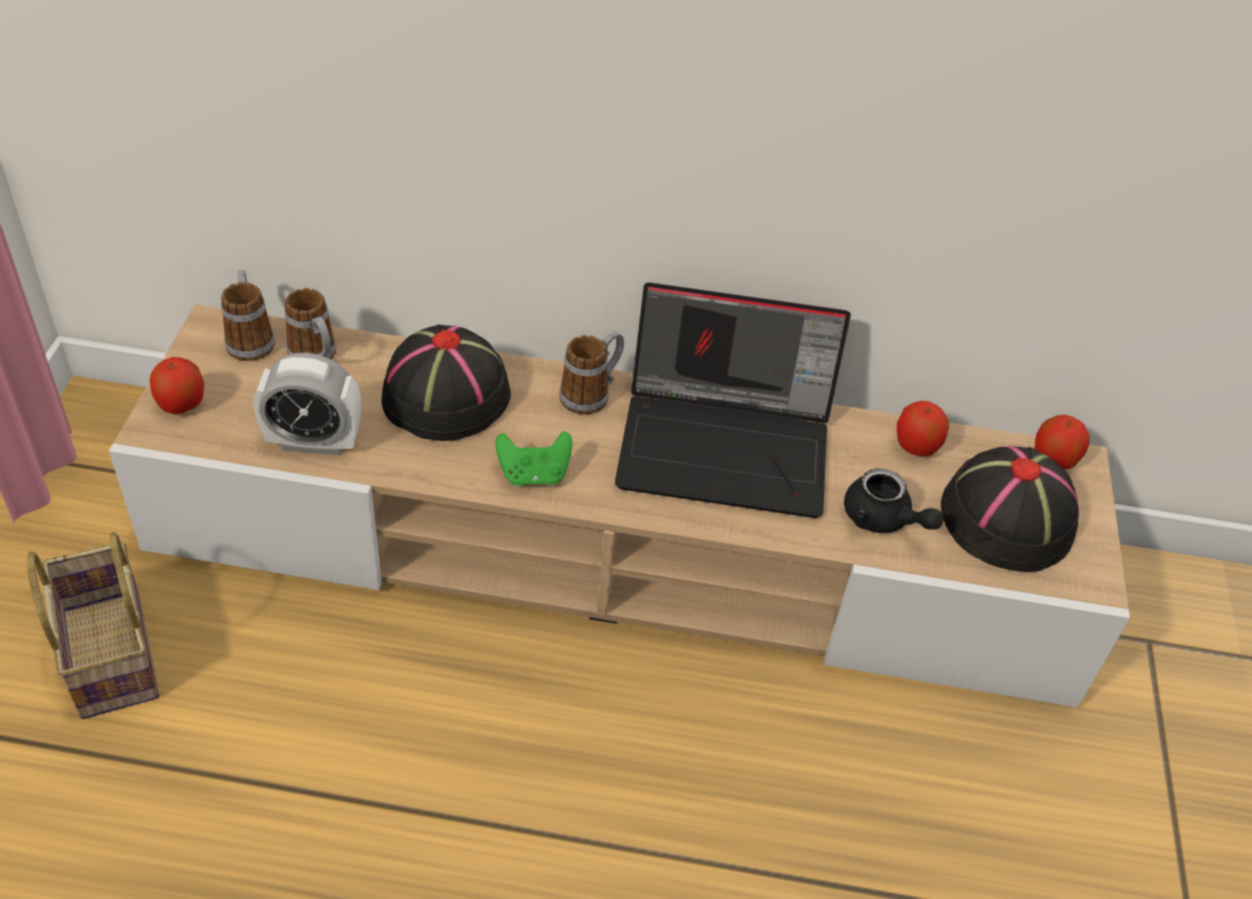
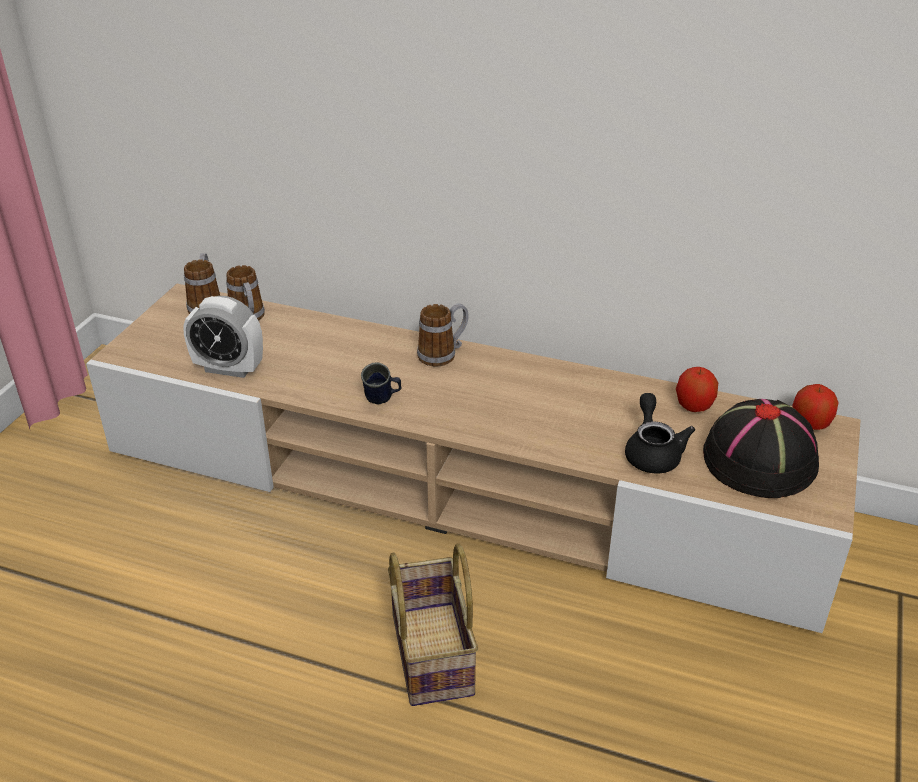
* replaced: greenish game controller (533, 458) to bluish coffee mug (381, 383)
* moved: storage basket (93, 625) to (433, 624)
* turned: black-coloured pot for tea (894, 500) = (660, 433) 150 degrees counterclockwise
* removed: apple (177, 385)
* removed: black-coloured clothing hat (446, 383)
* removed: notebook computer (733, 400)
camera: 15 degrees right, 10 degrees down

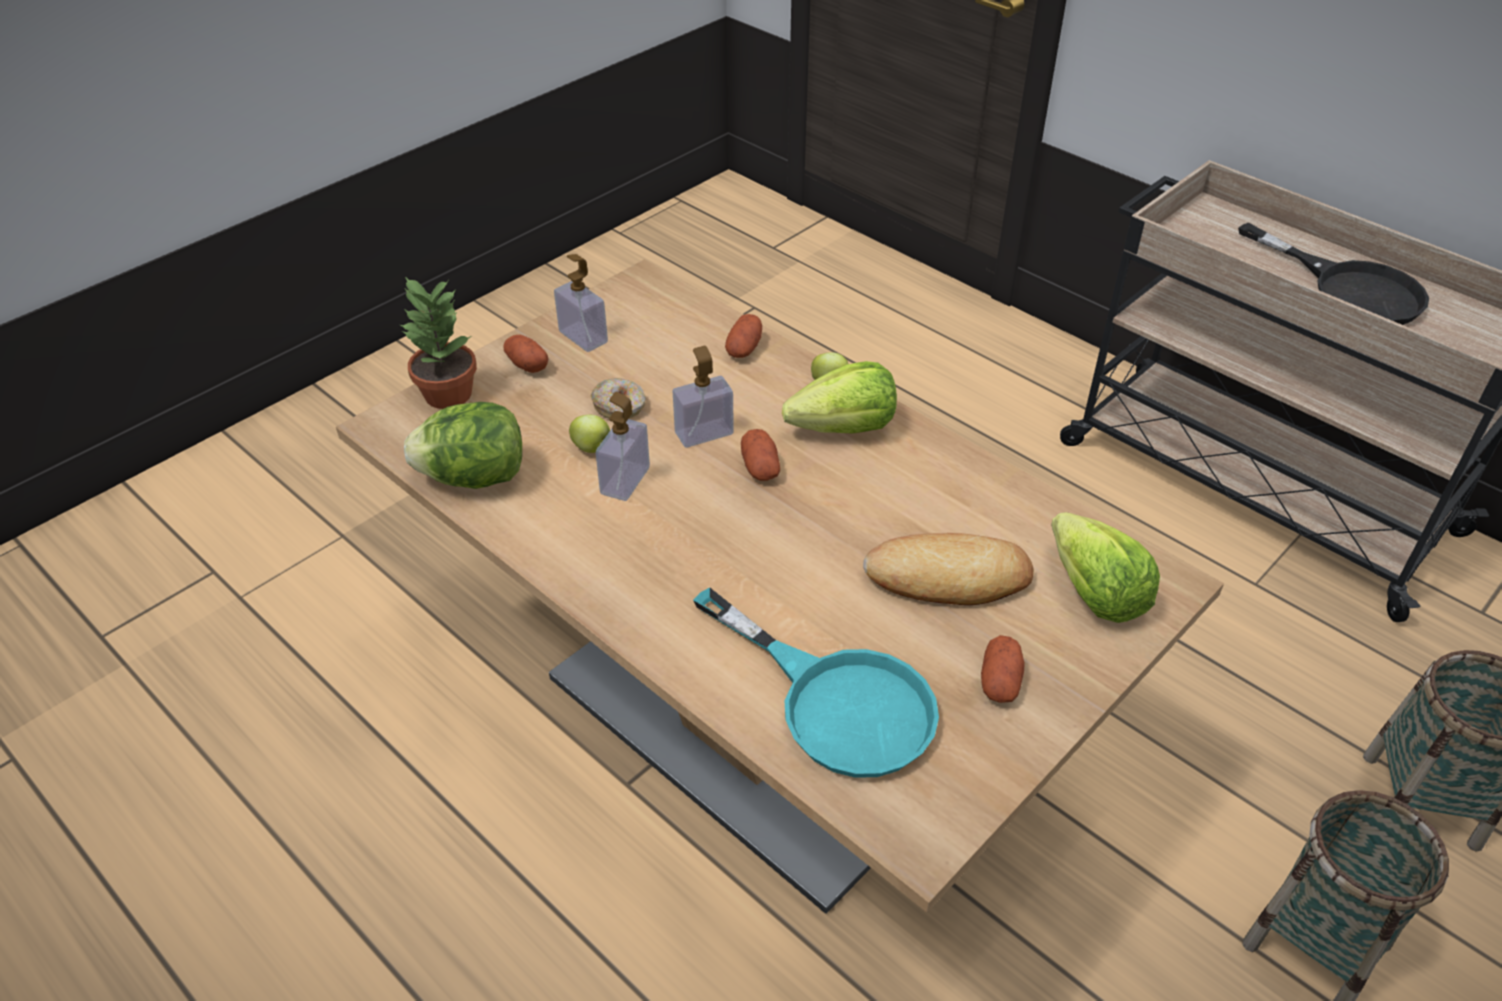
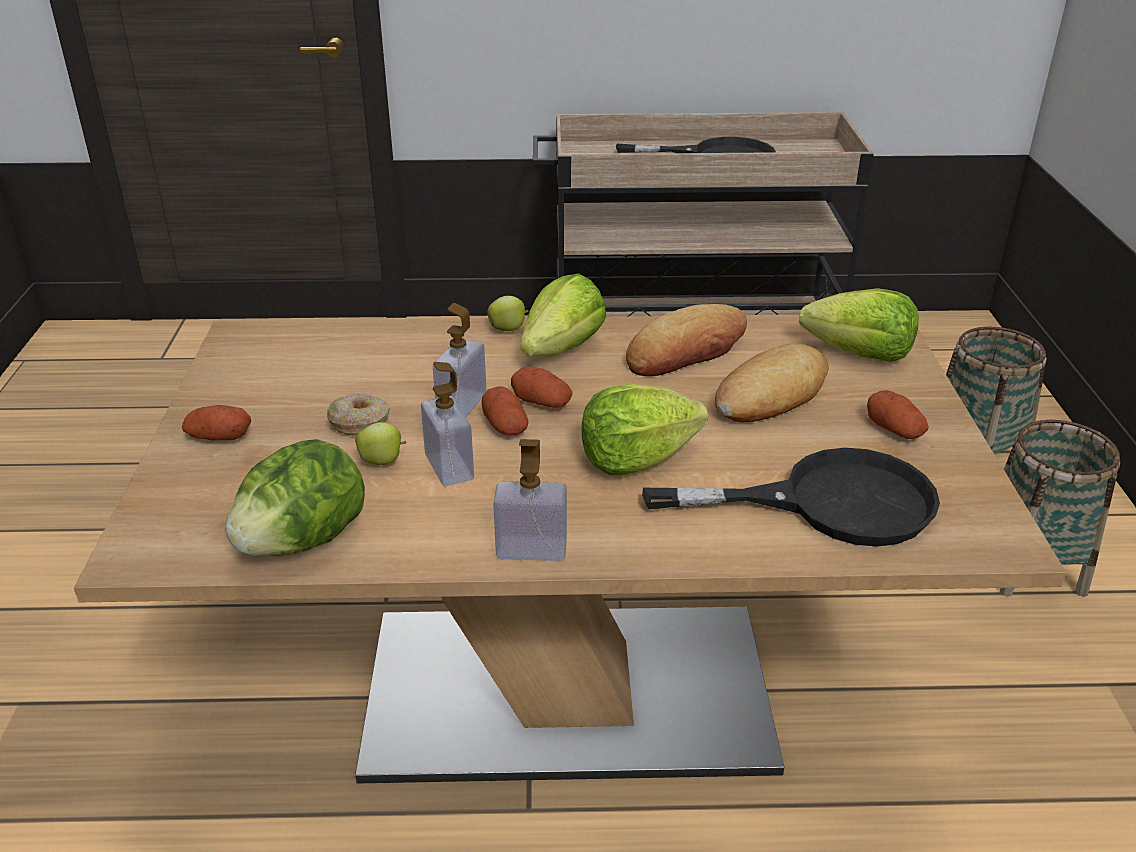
* moved: spud (743, 336) to (504, 411)
* moved: liquid soap bottle (581, 303) to (530, 500)
* added: lettuce (644, 429)
* added: bread (686, 340)
* recoloured: turquoise frying pan (816, 682) to black-coloured frying pan (791, 497)
* removed: potted plant (438, 343)
camera: 45 degrees left, 10 degrees down

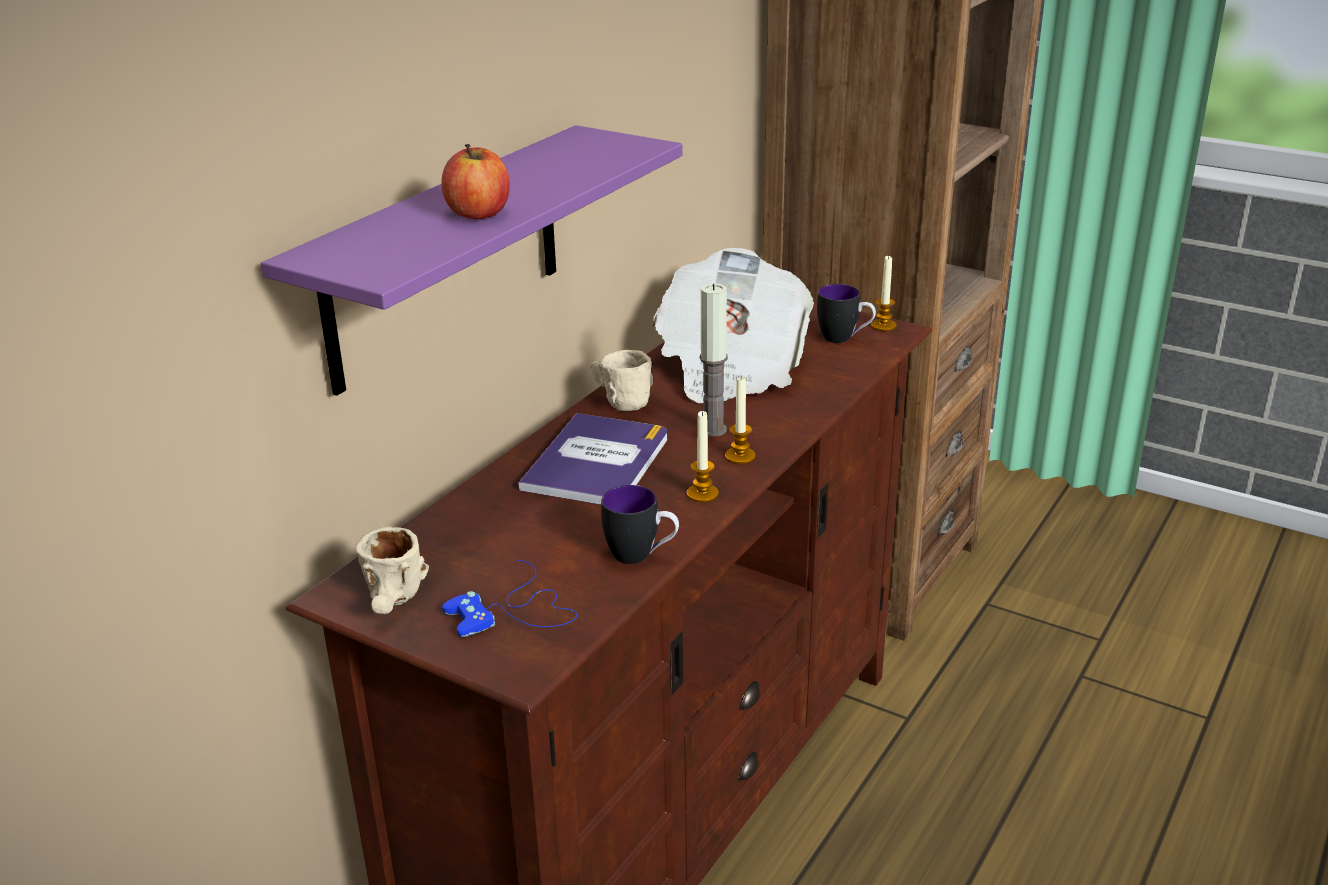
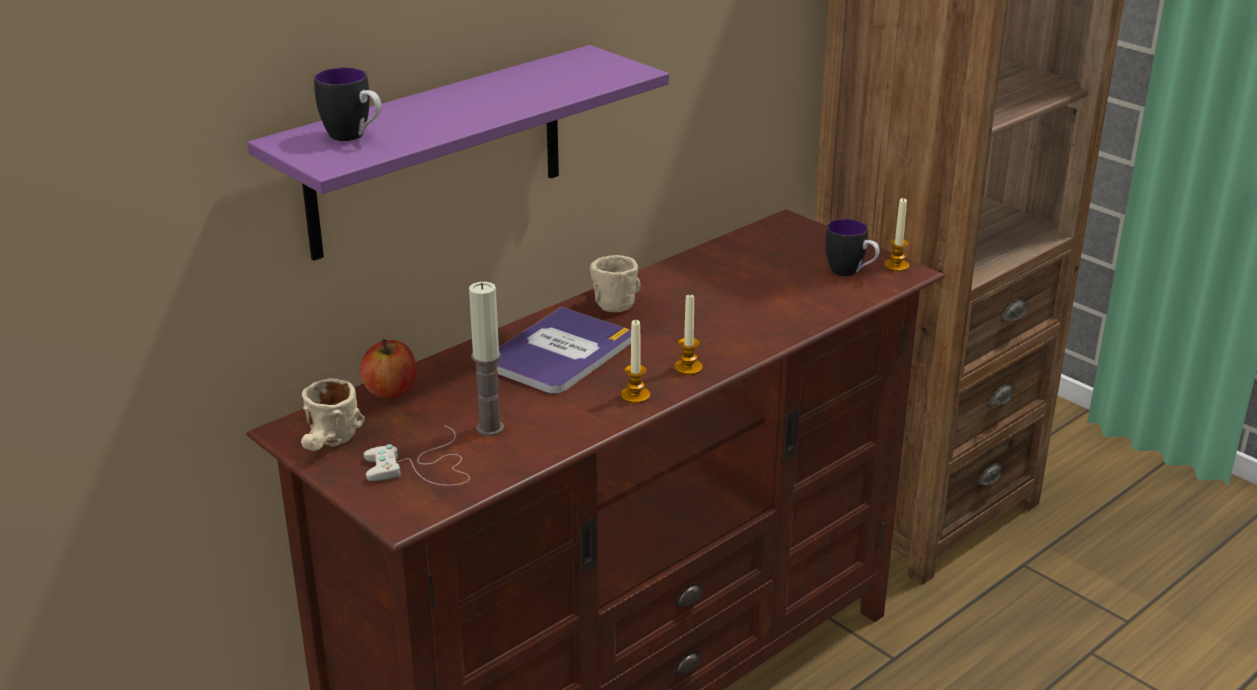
* moved: coffee mug (640, 524) to (348, 104)
* moved: apple (475, 181) to (388, 368)
* recoloured: bluish game controller (509, 598) to white game controller (416, 455)
* moved: candle (713, 360) to (486, 359)
* removed: daily paper (733, 325)
camera: 15 degrees right, 0 degrees up

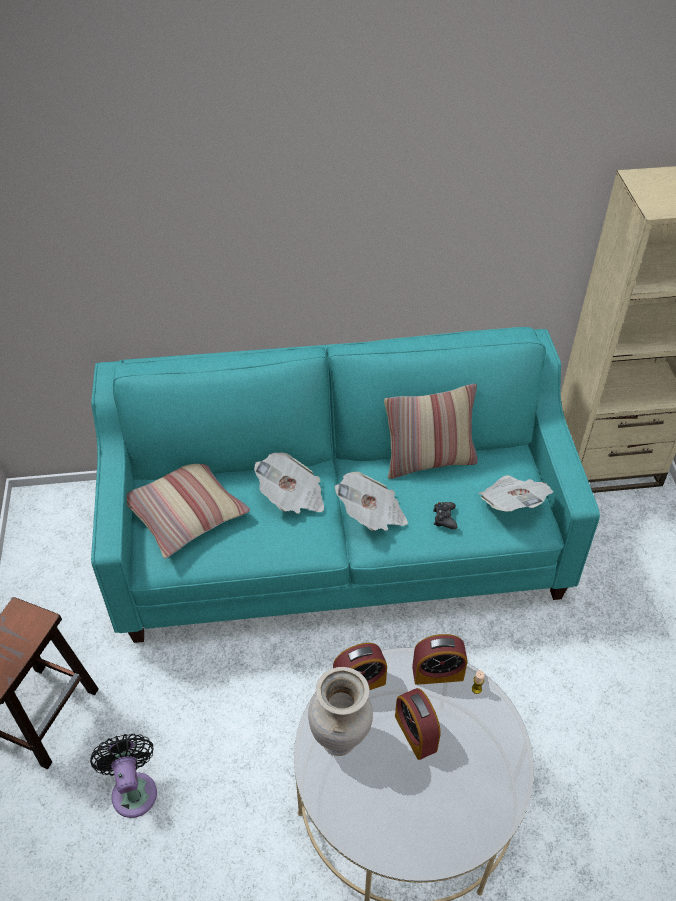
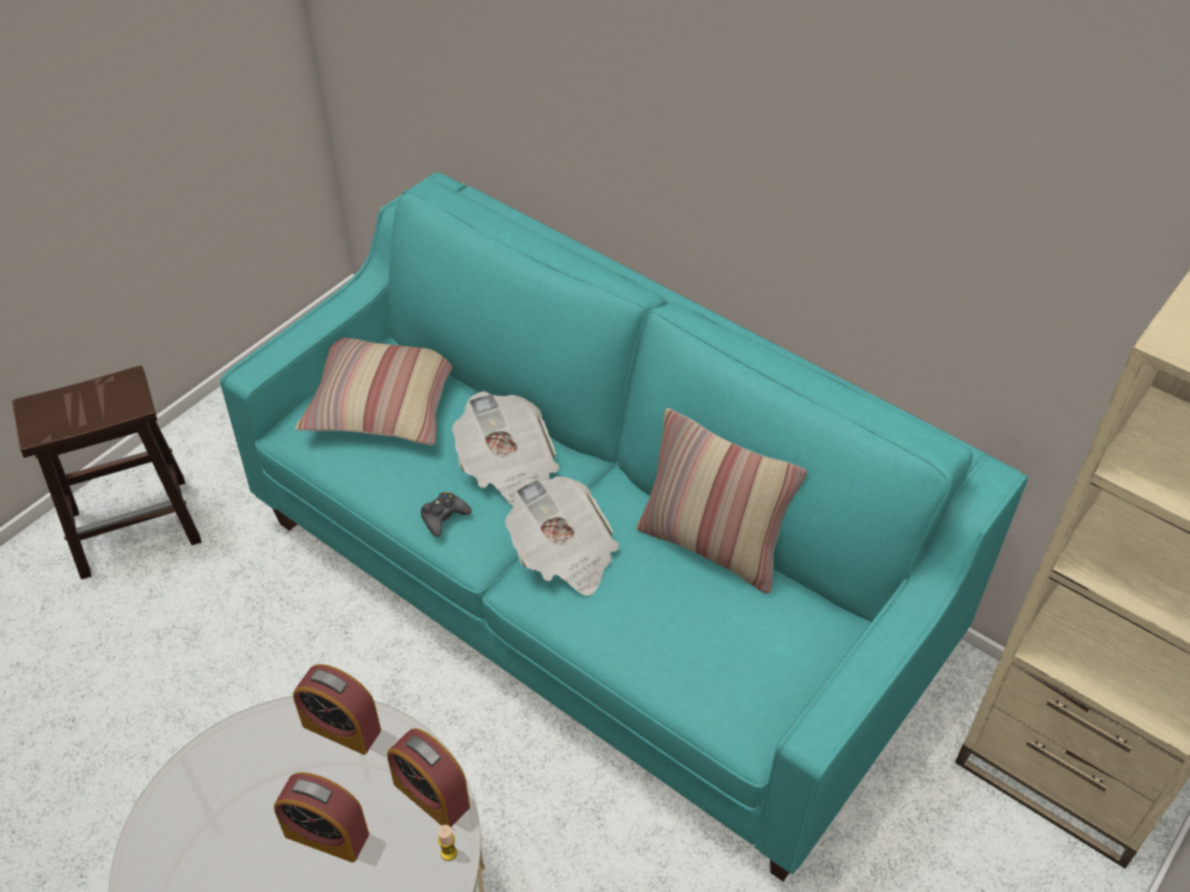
* turned: table clock (418, 724) = (321, 817) 90 degrees counterclockwise
* moved: black-coloured game controller (445, 515) to (446, 514)
* removed: black-coloured electric fan (123, 776)
* removed: sand-coloured vase (340, 711)
* removed: daily paper (515, 493)
camera: 45 degrees right, 0 degrees up

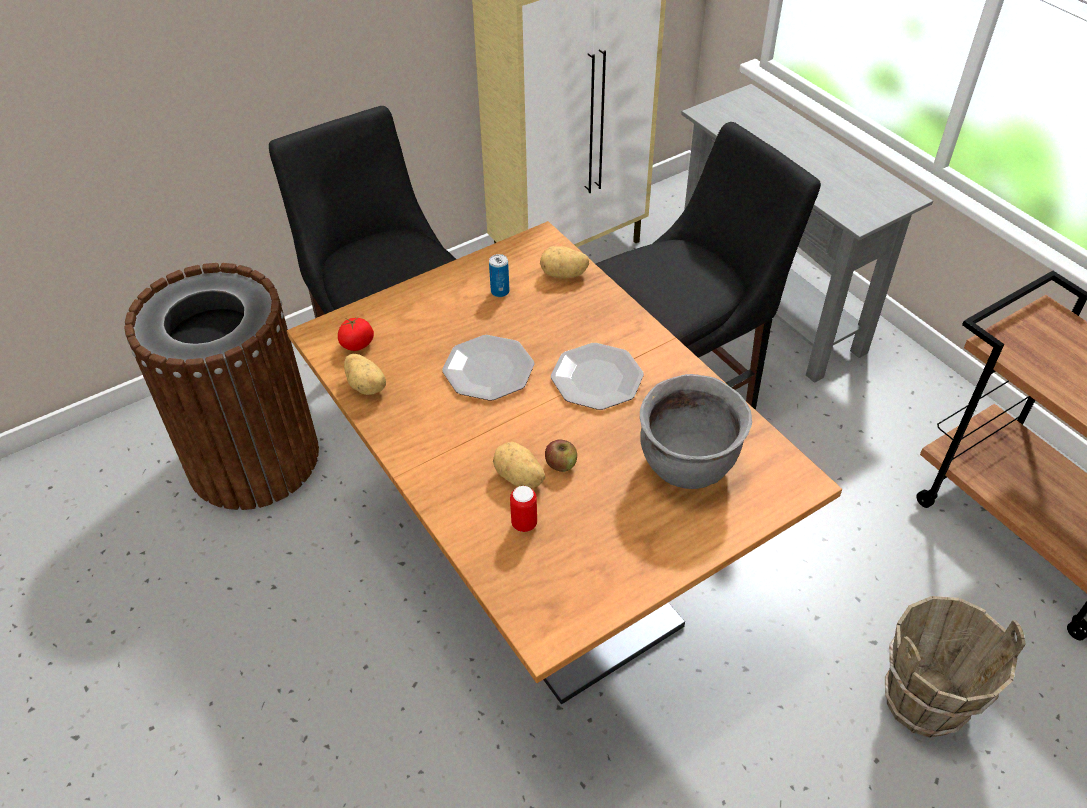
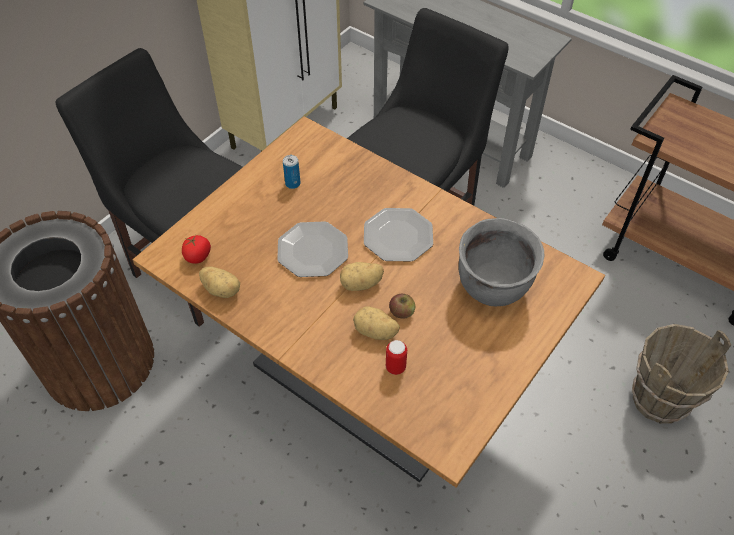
* moved: spud (564, 262) to (362, 276)
camera: 20 degrees left, 5 degrees up

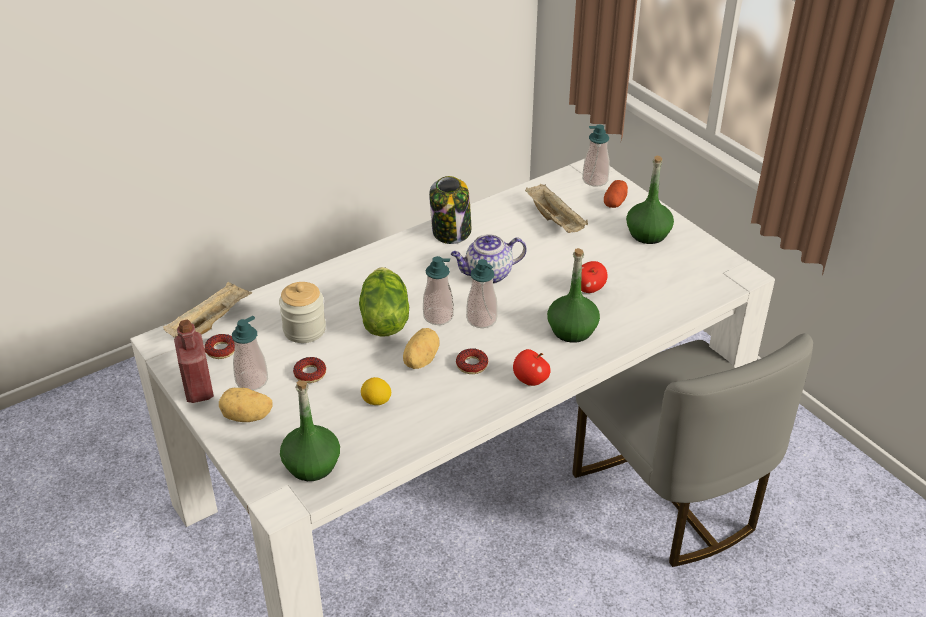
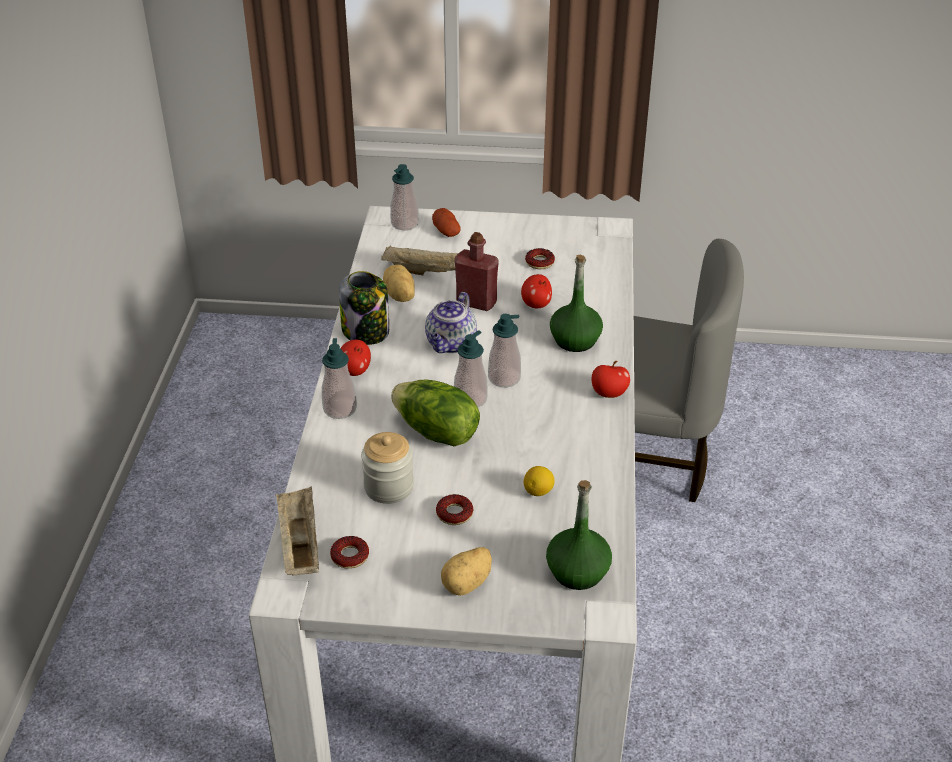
* moved: liquid soap bottle (250, 353) to (339, 378)
* added: apple (355, 358)
* moved: spud (421, 348) to (399, 283)
* moved: reddish beverage bottle (194, 361) to (476, 271)
* moved: doughnut (472, 361) to (540, 258)
* removed: greenish beverage bottle (650, 200)
camera: 50 degrees left, 0 degrees up

